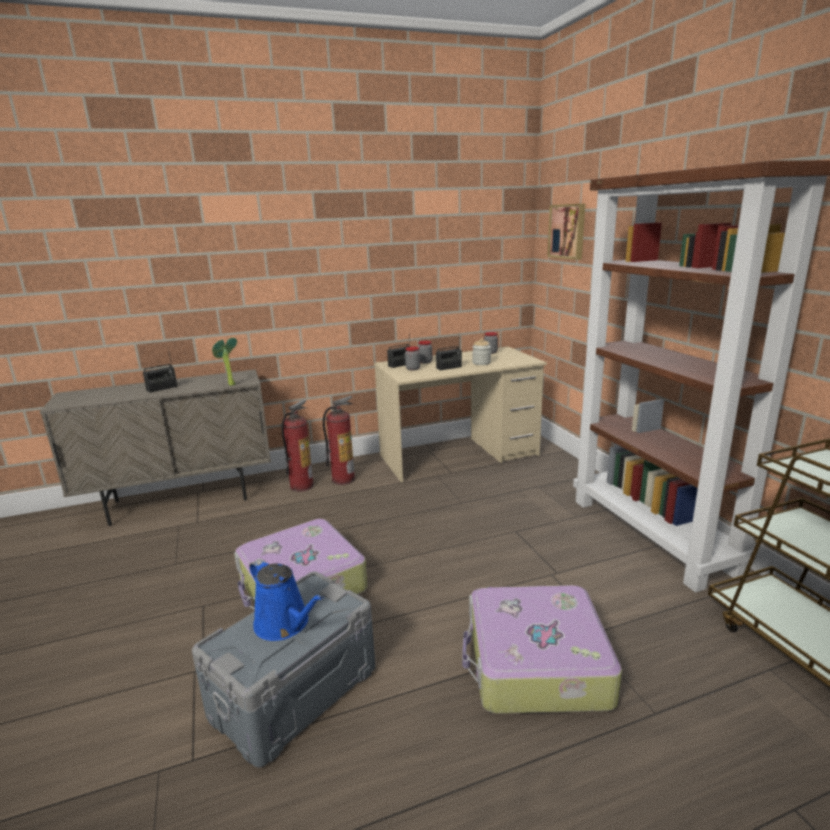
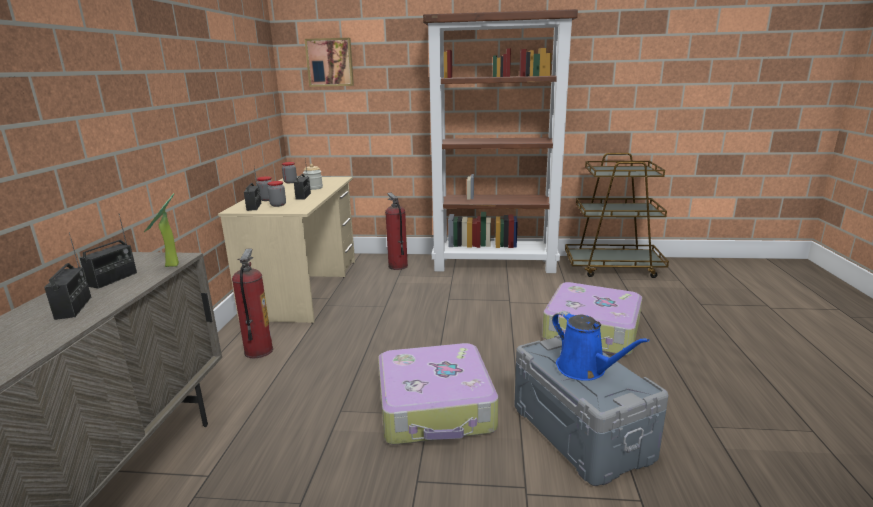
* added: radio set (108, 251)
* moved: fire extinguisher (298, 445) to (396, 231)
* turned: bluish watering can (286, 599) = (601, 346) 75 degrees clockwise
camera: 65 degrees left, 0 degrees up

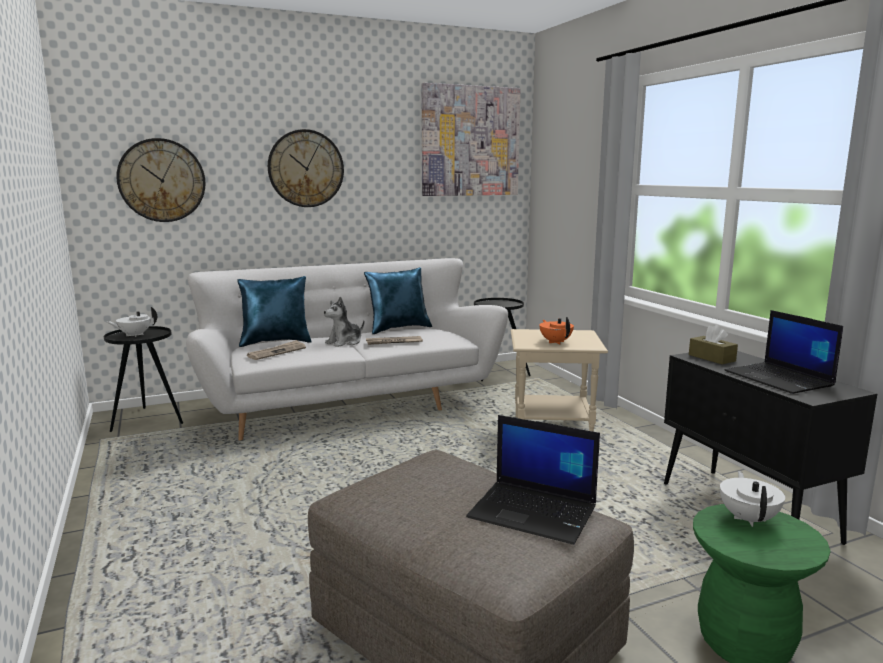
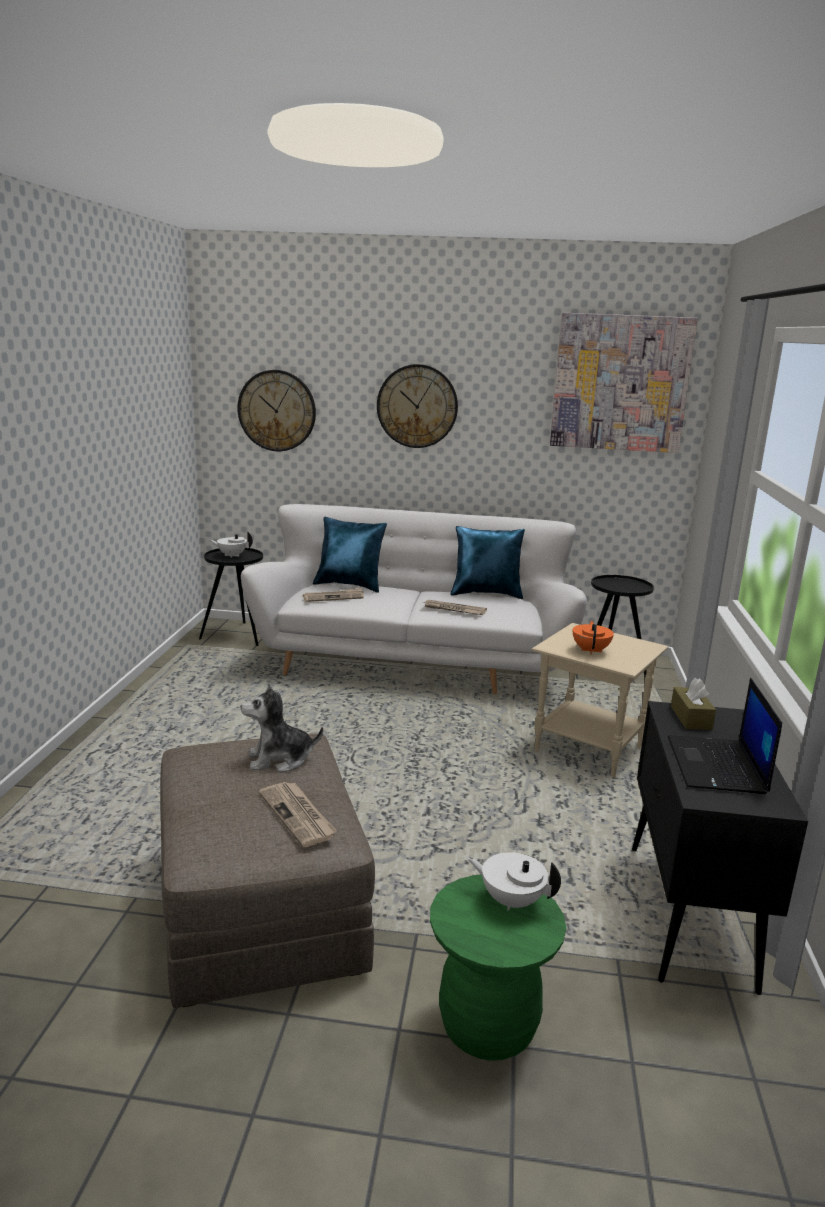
* moved: cuddly toy (344, 322) to (282, 728)
* replaced: notebook computer (533, 480) to daily paper (298, 814)
* turned: white pot for tea (752, 499) = (514, 881) 105 degrees counterclockwise
camera: 30 degrees right, 5 degrees up

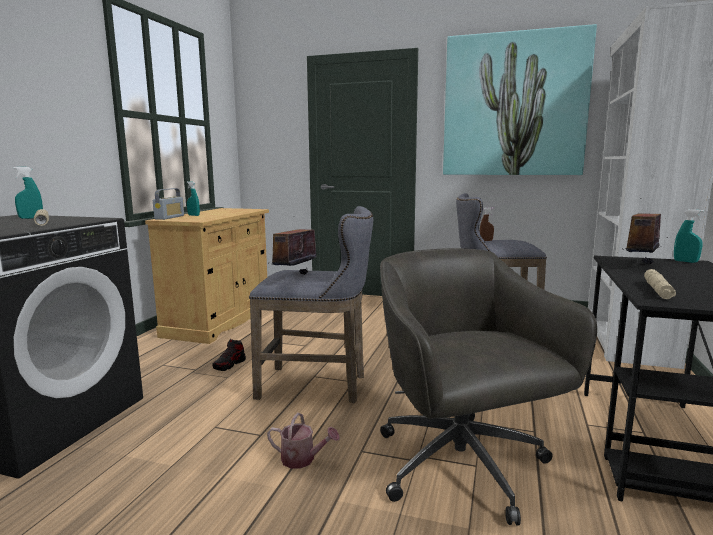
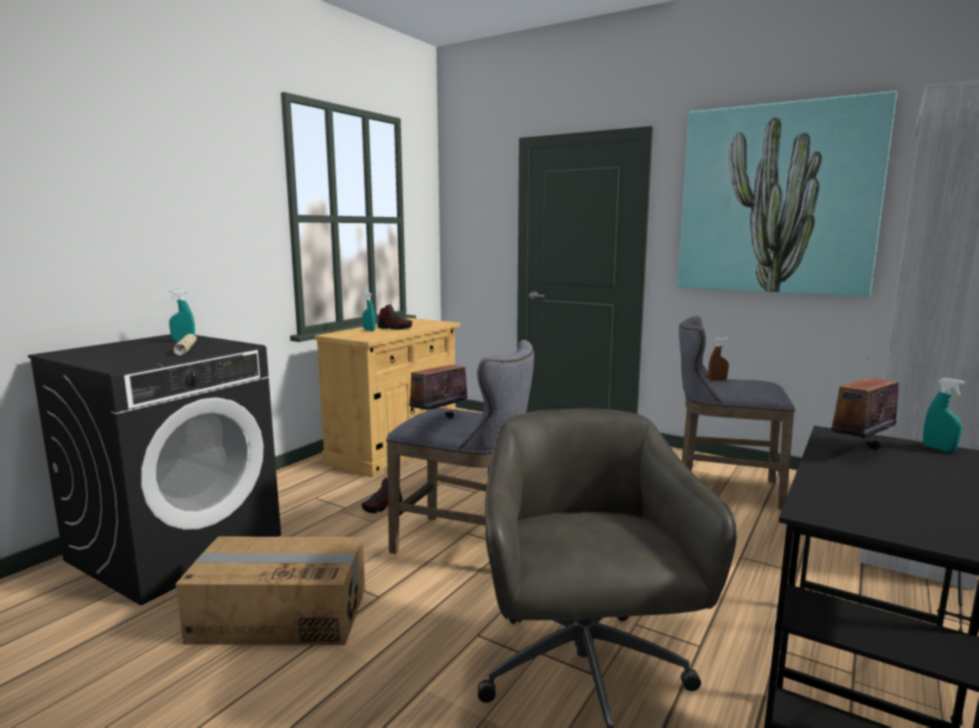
* added: cardboard box (270, 591)
* added: item of footwear (395, 317)
* removed: radio set (168, 204)
* removed: watering can (303, 441)
* removed: sand-coloured flashlight (660, 284)
camera: 15 degrees right, 0 degrees up

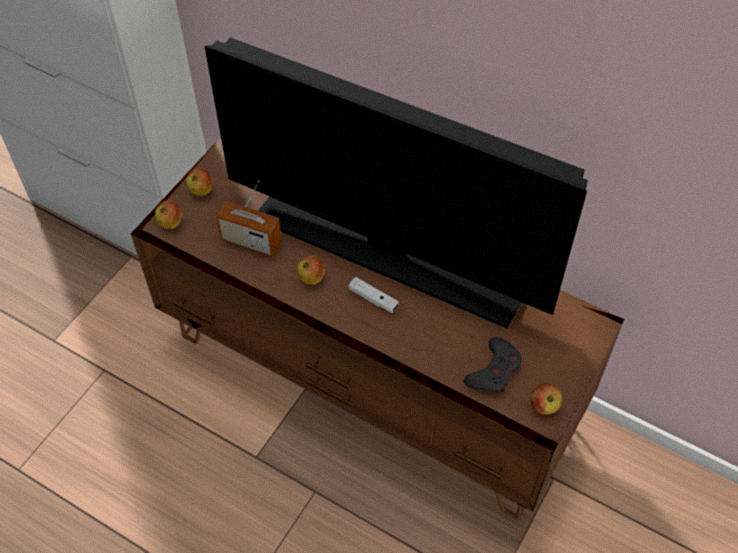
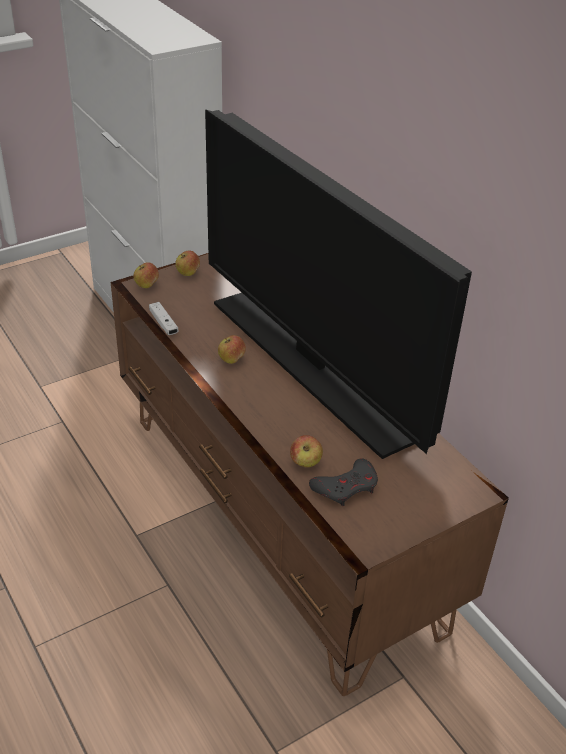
* moved: white game controller (374, 295) to (164, 318)
* moved: apple (546, 399) to (306, 451)
* removed: radio set (249, 218)
camera: 25 degrees right, 15 degrees down

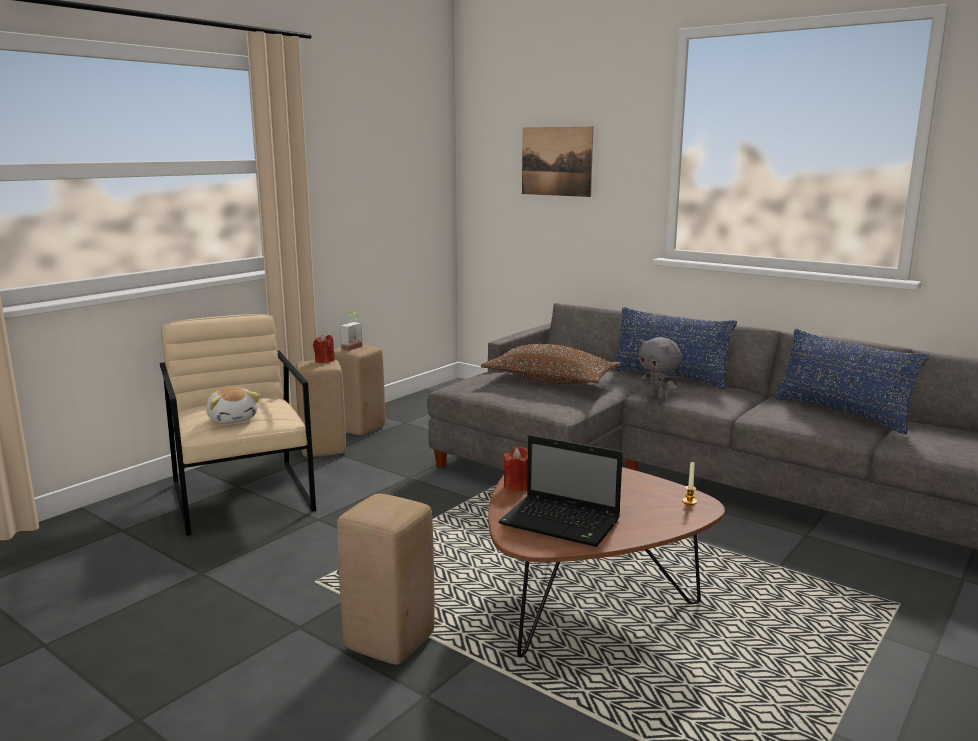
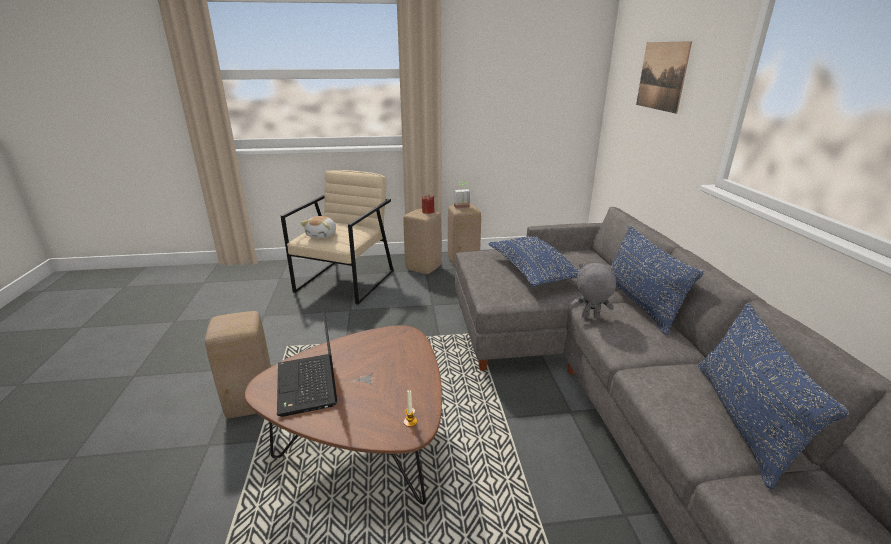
* recoloured: brown pillow (550, 364) to bluish pillow (534, 261)
* turned: grey cuddly toy (660, 368) = (593, 290) 90 degrees clockwise
* removed: reddish candle (515, 469)
camera: 45 degrees right, 10 degrees up

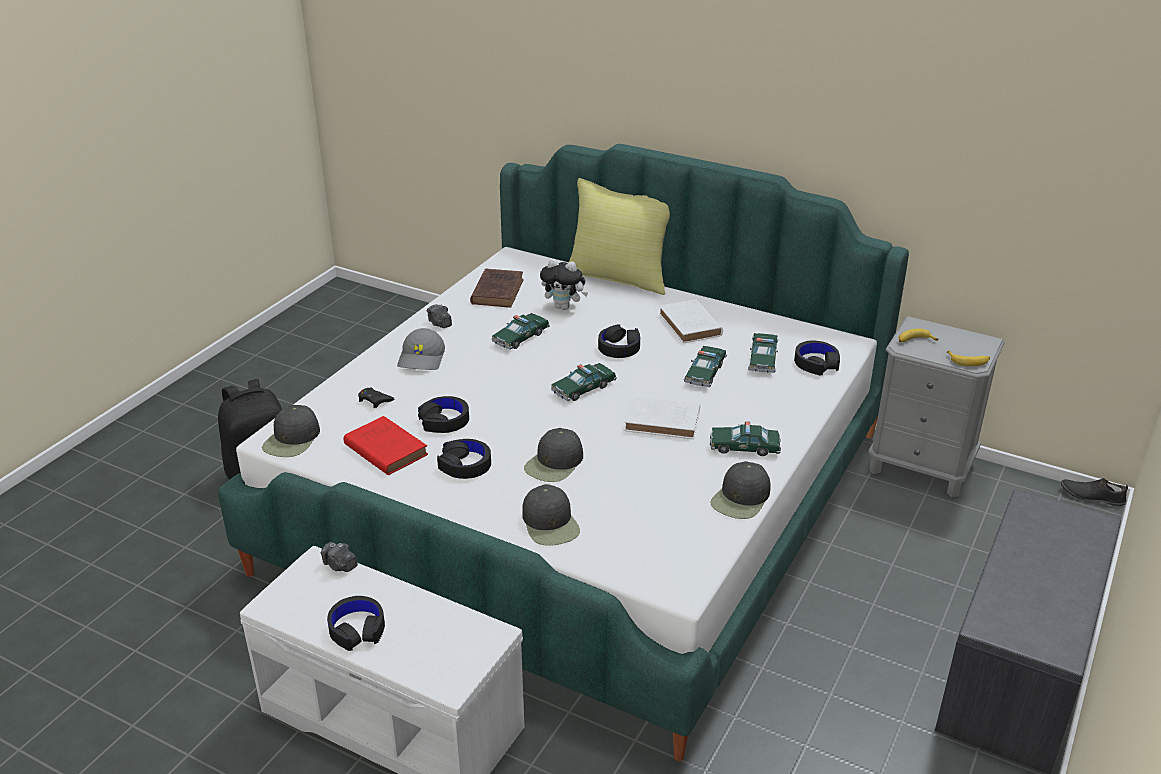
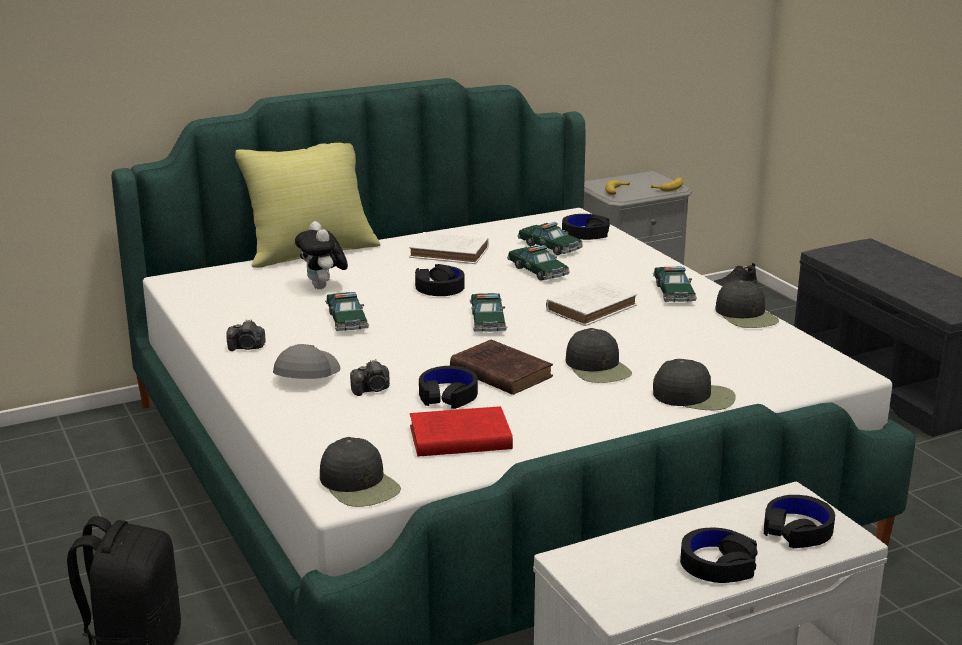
* turned: grey cap (421, 349) = (306, 361) 120 degrees counterclockwise
* turned: cuddly toy (564, 284) = (321, 255) 105 degrees clockwise
* moved: still camera (339, 557) to (370, 377)
* moved: brown volume (497, 288) to (501, 367)
* turned: toy car (745, 438) = (675, 284) 45 degrees counterclockwise
* moved: black-coloured pair of headphones (464, 459) to (799, 521)
* removed: black-coloured game controller (376, 398)
camera: 55 degrees left, 10 degrees down

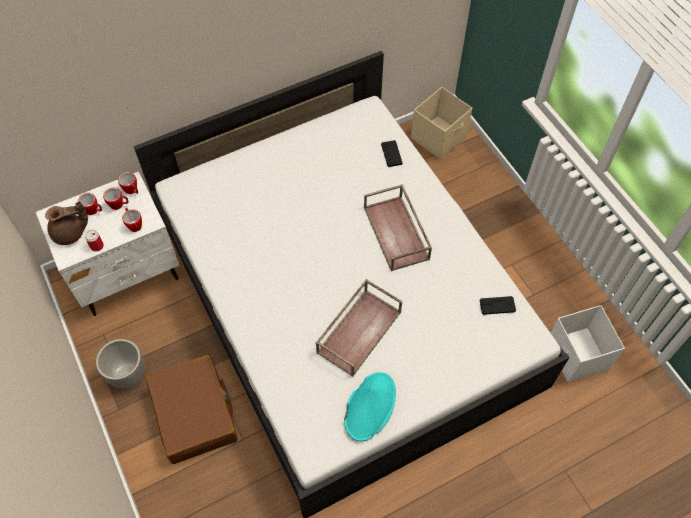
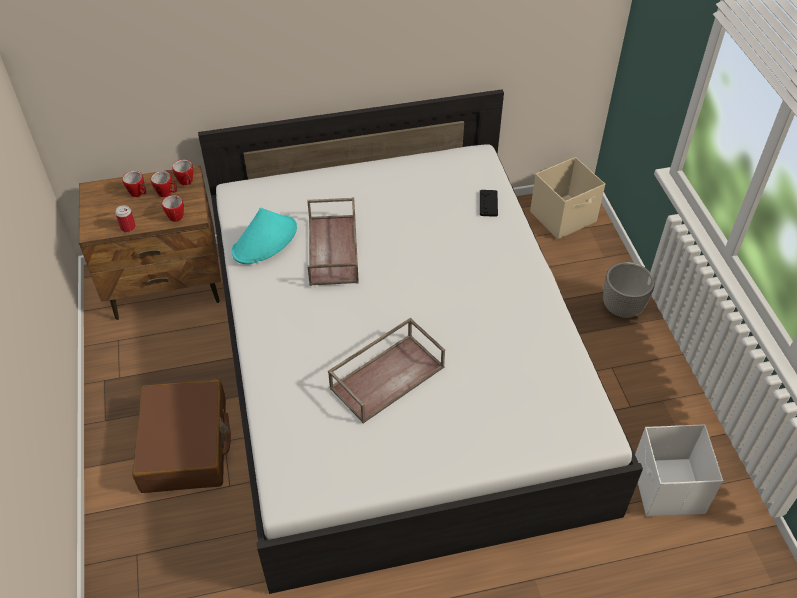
* recoloured: white bedside table (107, 243) to brown bedside table (150, 243)
* moved: turquoise clothing hat (370, 406) to (264, 236)
* moved: brown serving tray (398, 227) to (333, 242)
* moved: plant pot (120, 364) to (629, 290)
* removed: brown pot for tea (66, 223)
* removed: black-coloured game controller (498, 305)
camera: 15 degrees right, 10 degrees down

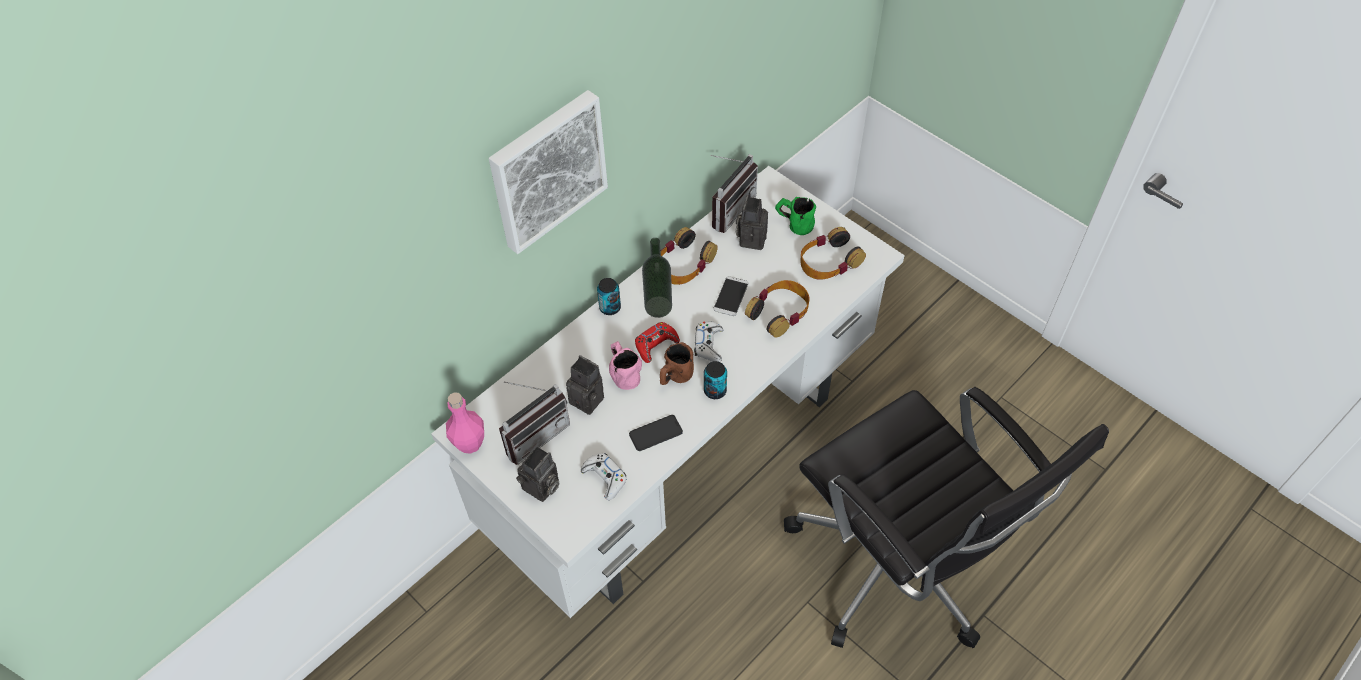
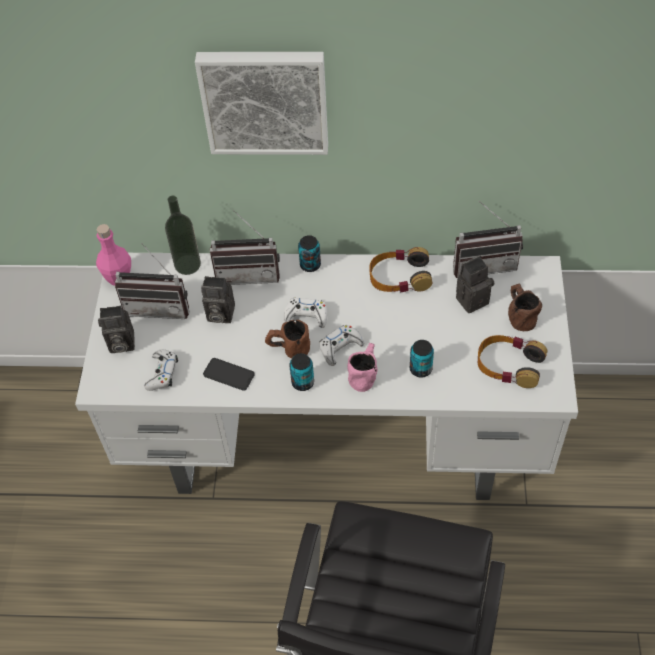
* moved: beverage bottle (657, 278) to (183, 235)
* turned: still camera (585, 385) = (218, 299) 105 degrees clockwise
* added: radio set (245, 248)
* recoloured: reddish game controller (657, 342) to white game controller (305, 313)
* moved: pink coffee mug (625, 365) to (362, 367)
* replaced: pair of headphones (777, 308) to metal can (422, 359)
* recoloured: greenish coffee mug (795, 216) to brown coffee mug (525, 307)
* removed: handset (731, 296)
camera: 50 degrees right, 0 degrees up

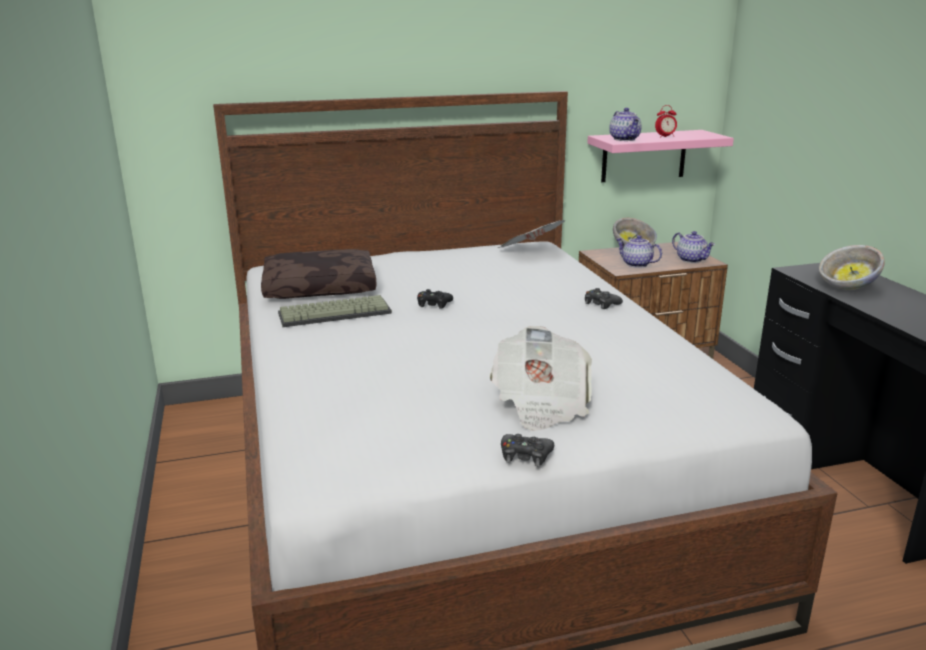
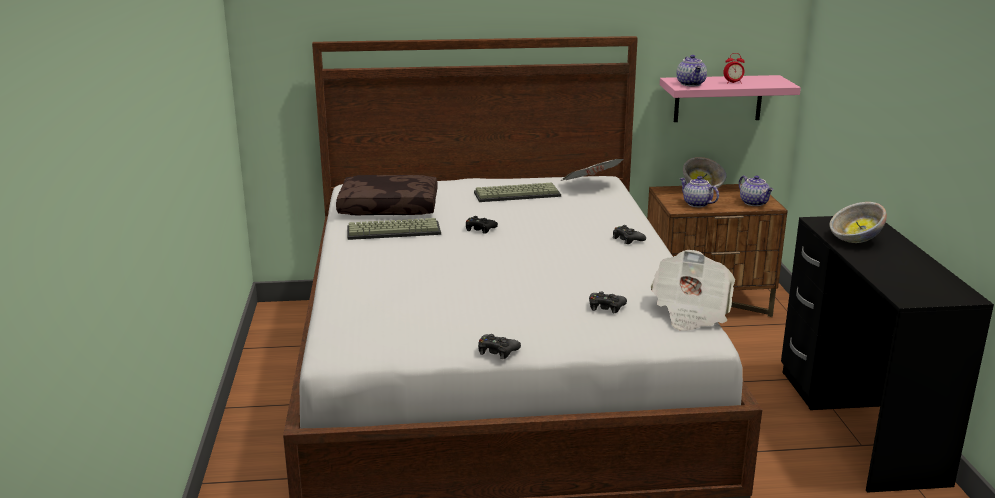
* added: PC keyboard (517, 192)
* added: black-coloured game controller (608, 302)
* moved: daily paper (540, 378) to (693, 290)
camera: 10 degrees right, 0 degrees up

